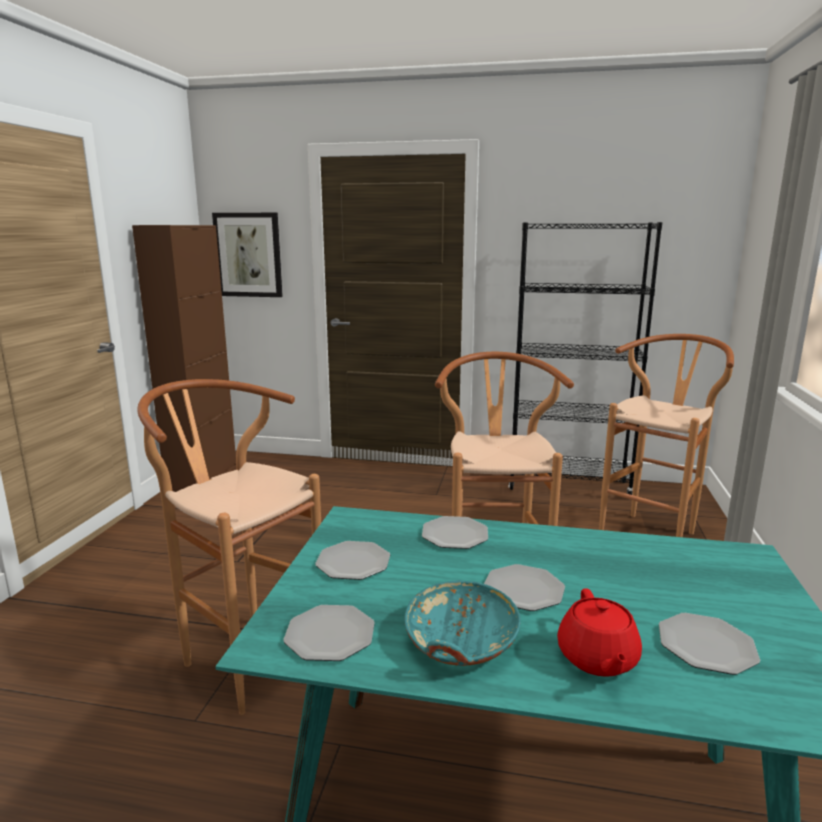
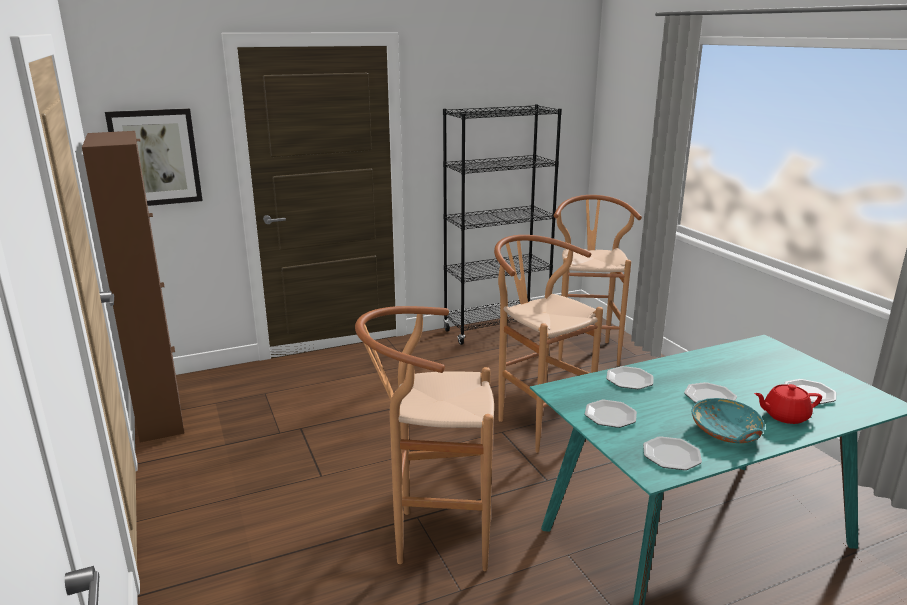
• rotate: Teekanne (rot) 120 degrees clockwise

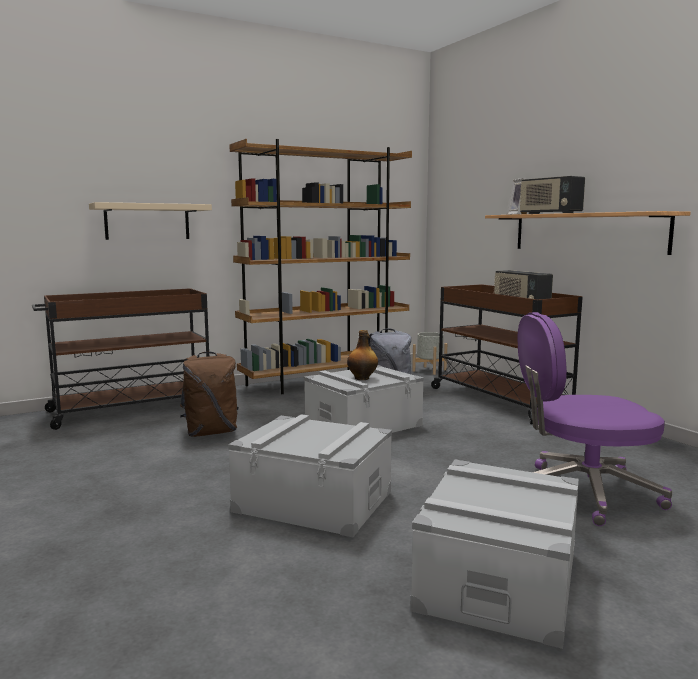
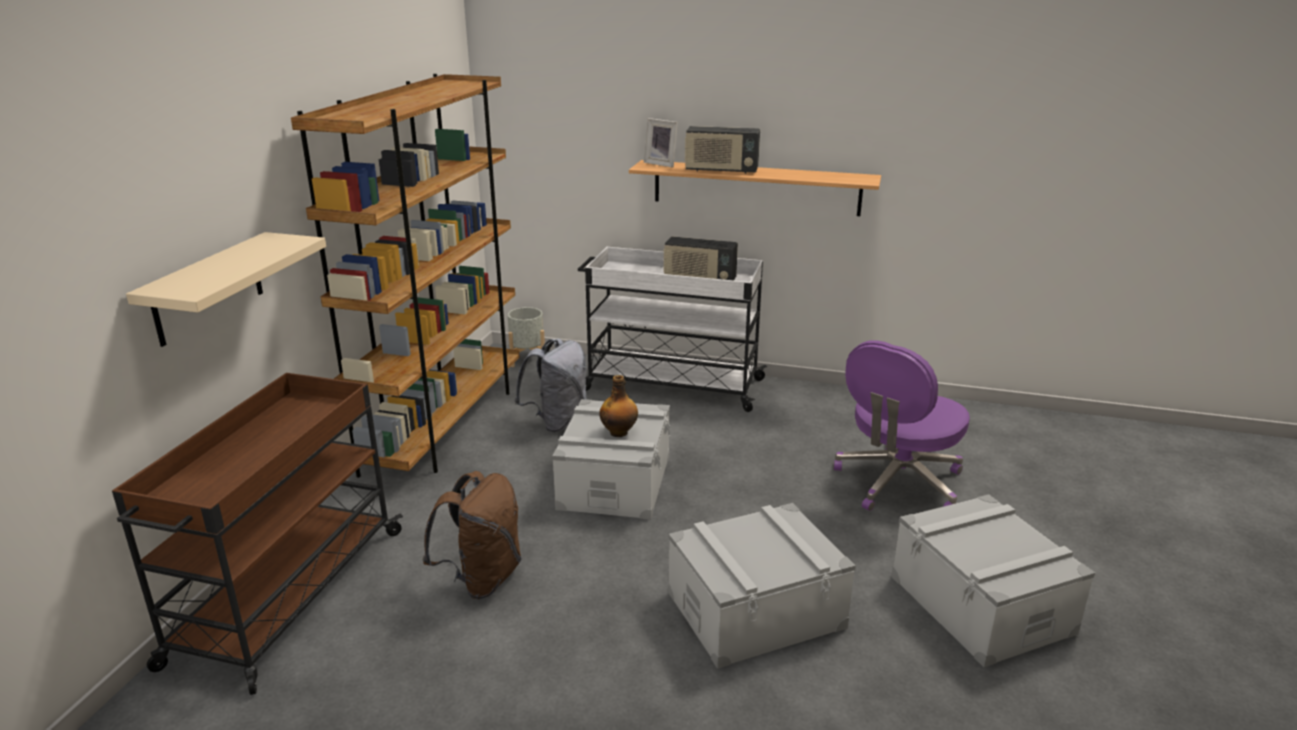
• recolor: Rollwagen (braun) (2nd from left) to Rollwagen (weiß)

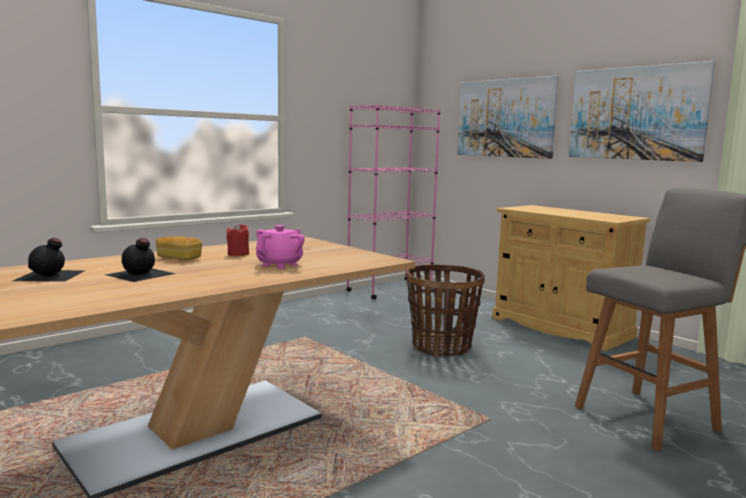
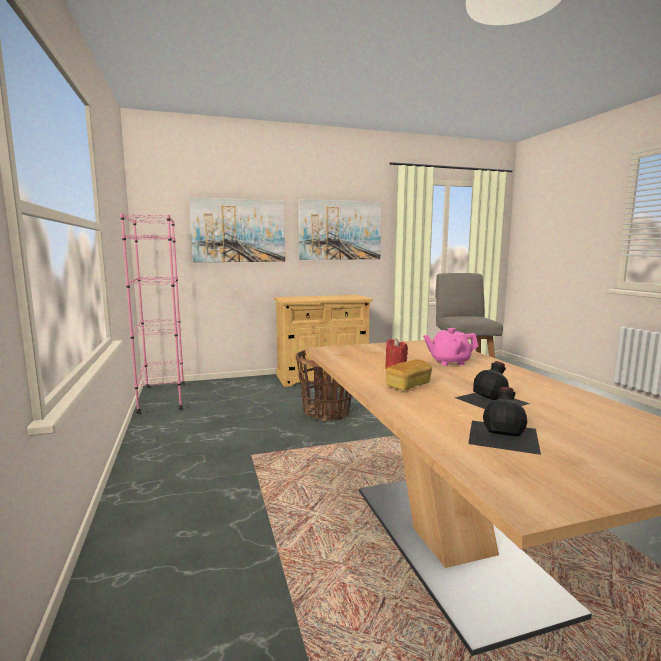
• rotate: Teekanne (rosa) 60 degrees counterclockwise

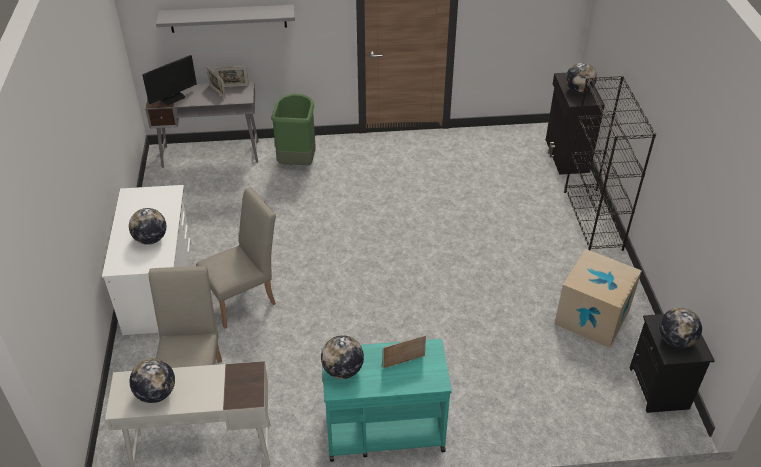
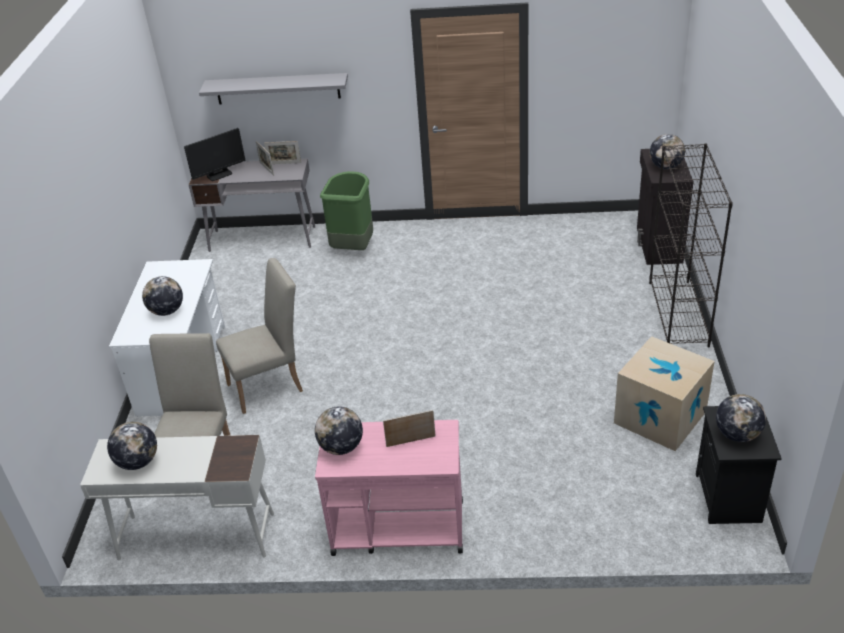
• recolor: Rollwagen (türkis) to Rollwagen (rosa)

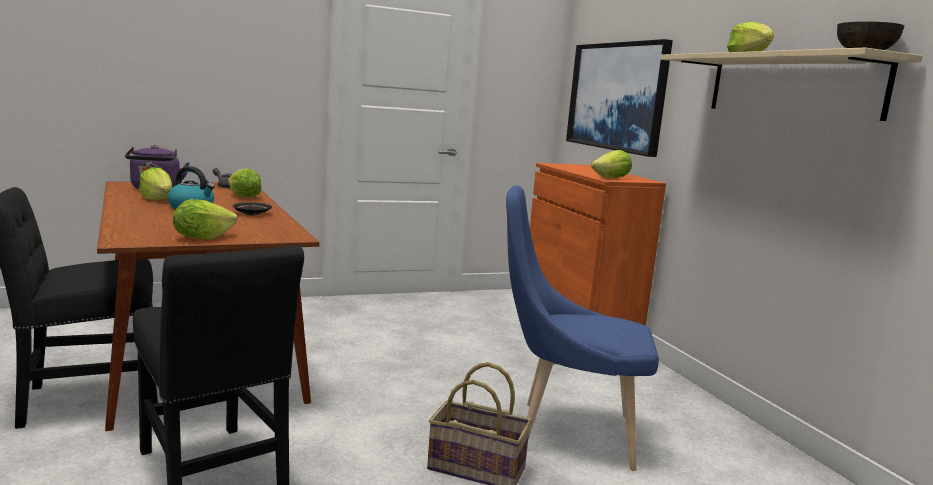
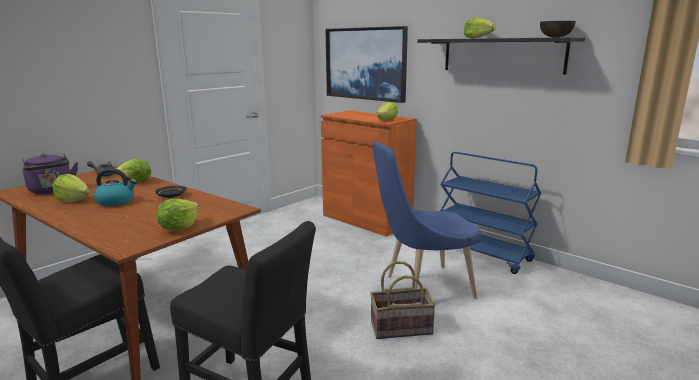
• recolor: Wandregal (beige) to Wandregal (schwarz)
• insert: Rollwagen (blau)

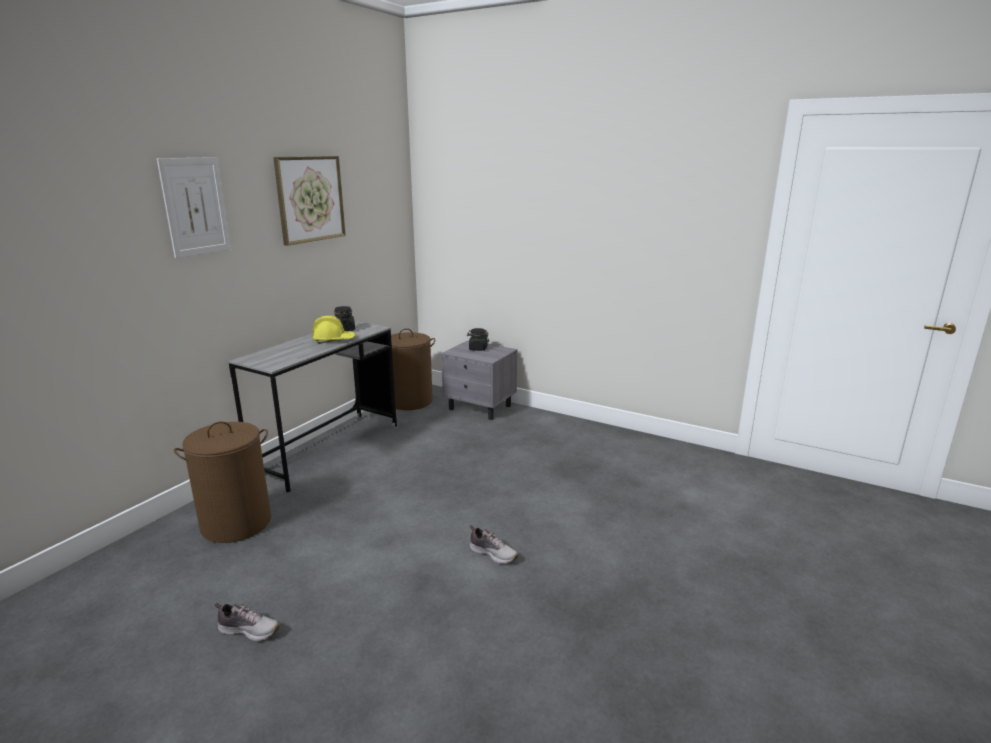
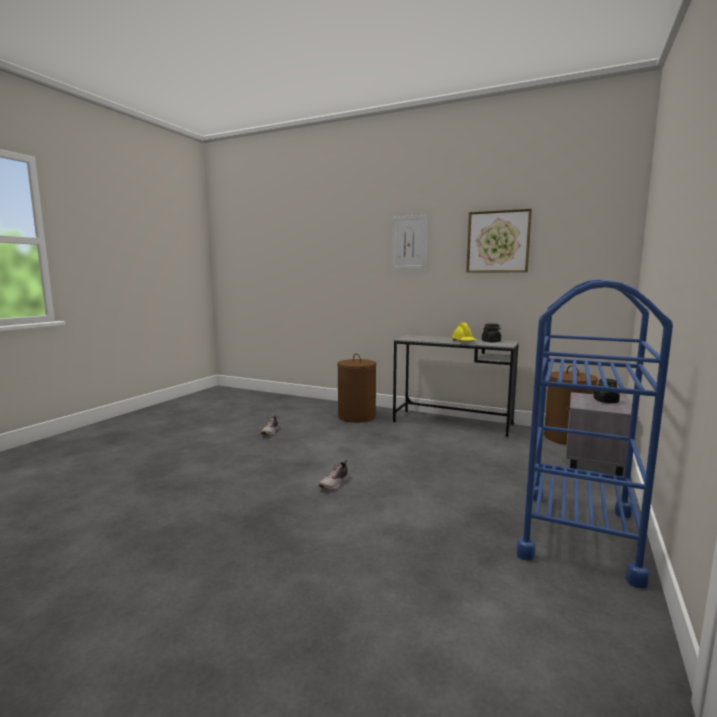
• insert: Rollwagen (blau)

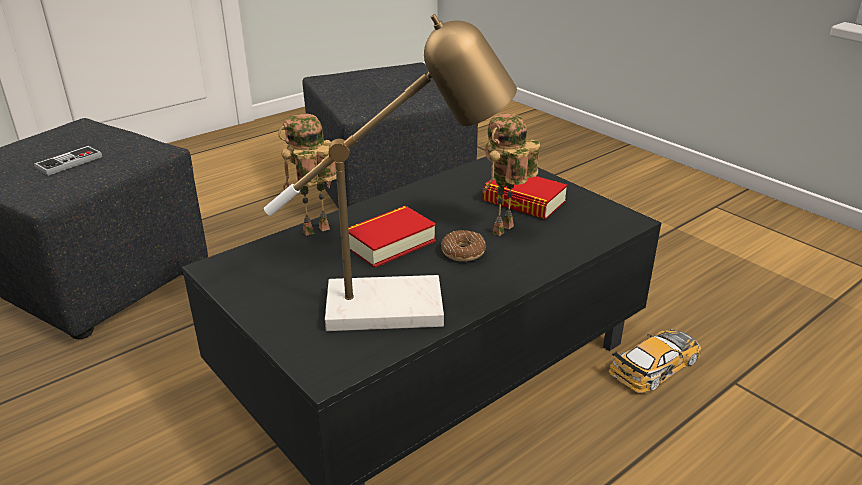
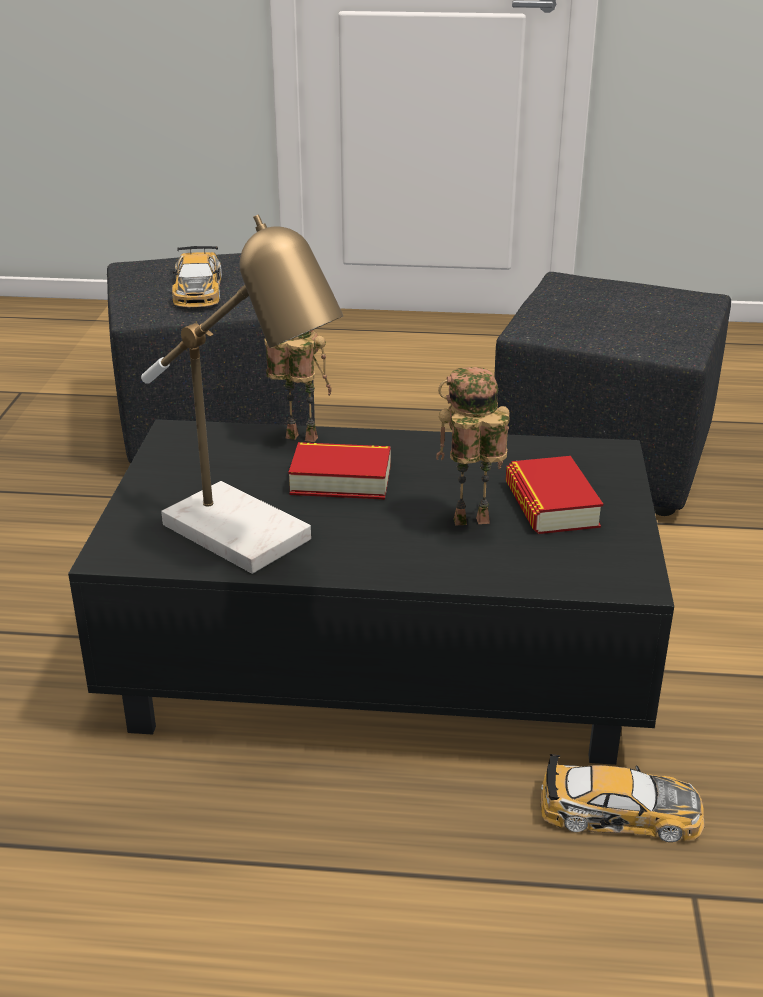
• replace: Gamepad to Spielzeugauto (1st from left)
• delete: Donut

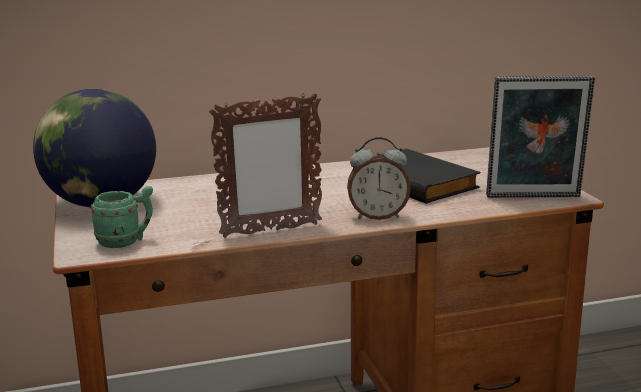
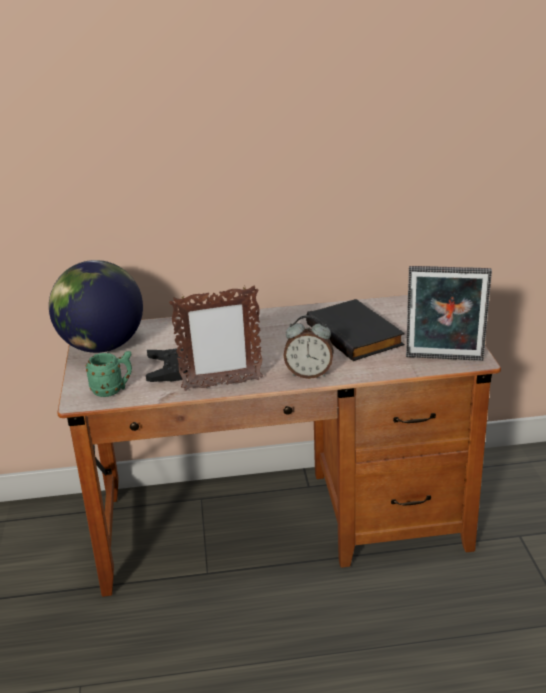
• insert: Gamepad (schwarz)

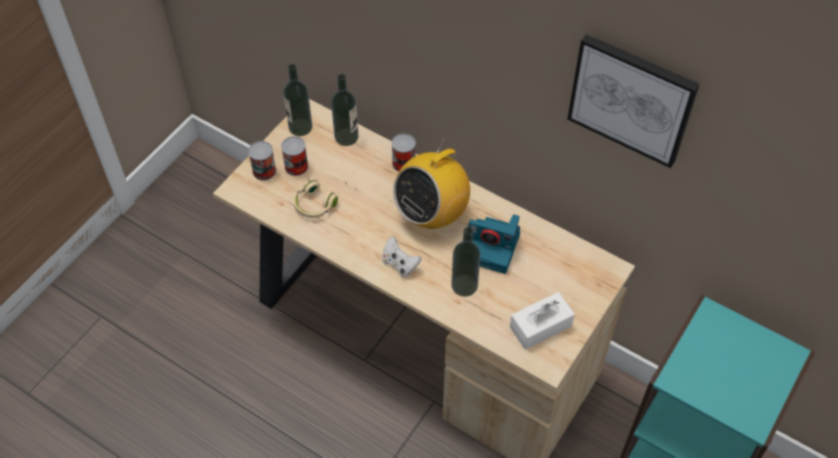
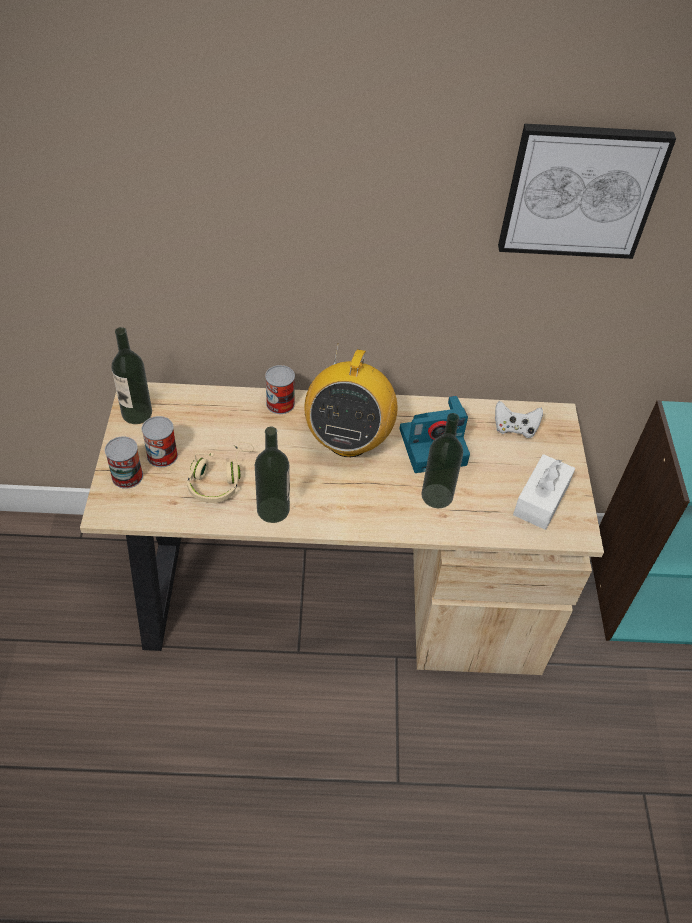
• move: Flasche (2nd from left)
• move: Gamepad (weiß)

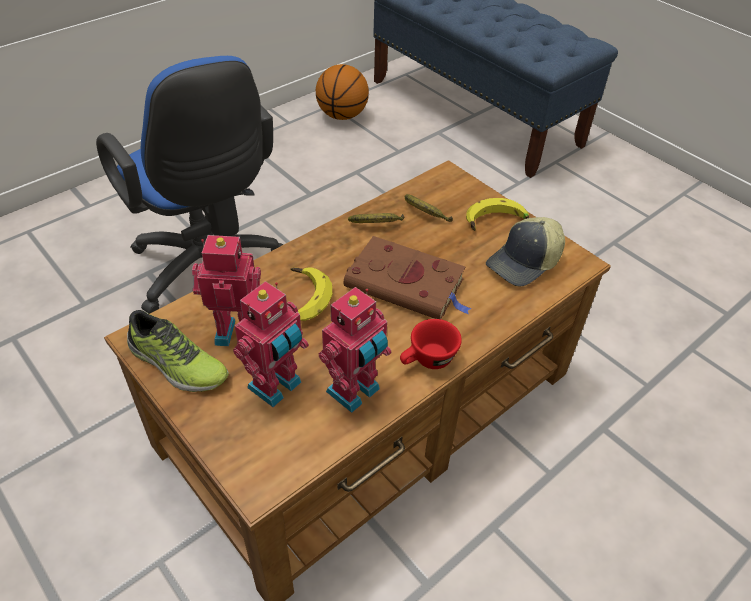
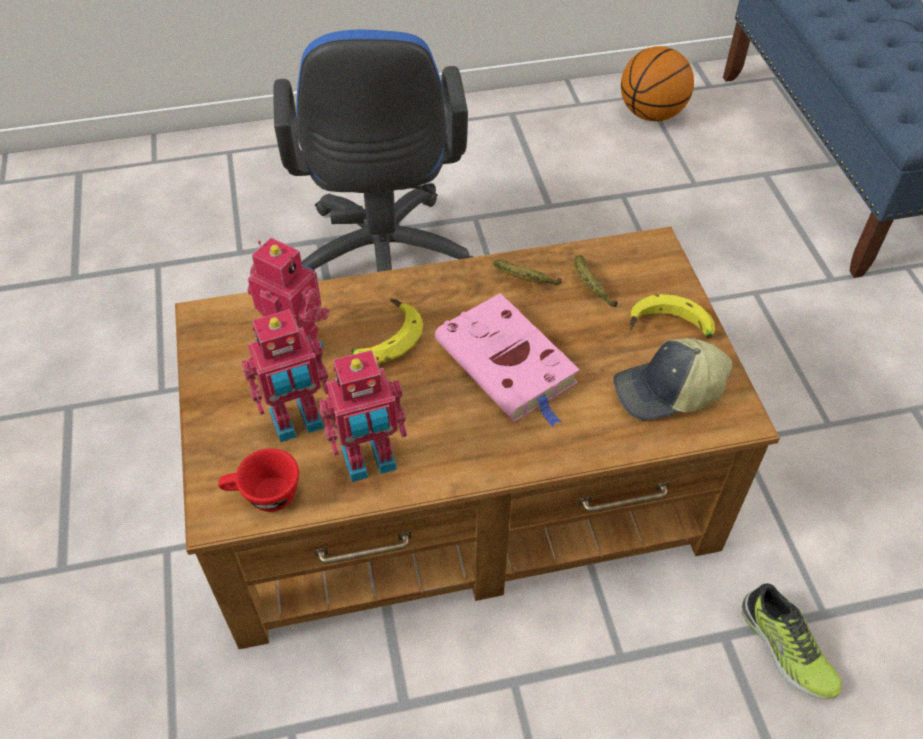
• move: Tasse (rot)
• recolor: Buch (braun) to Buch (rosa)
• move: Schuh

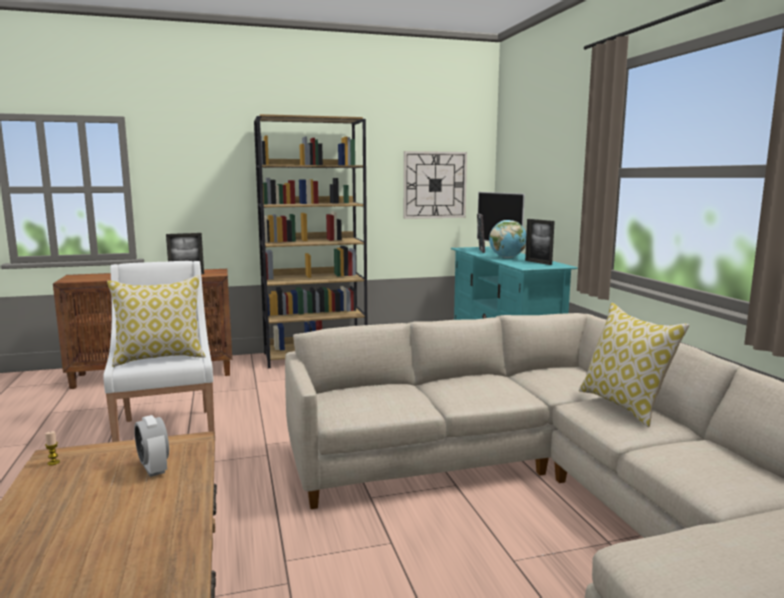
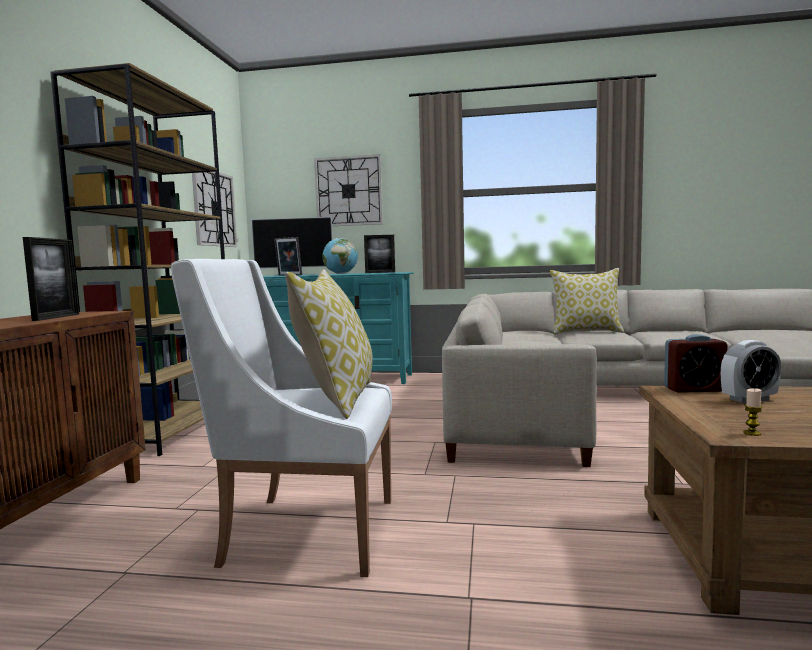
• insert: Wanduhr (2nd from left)
• insert: Wecker (1st from left)

